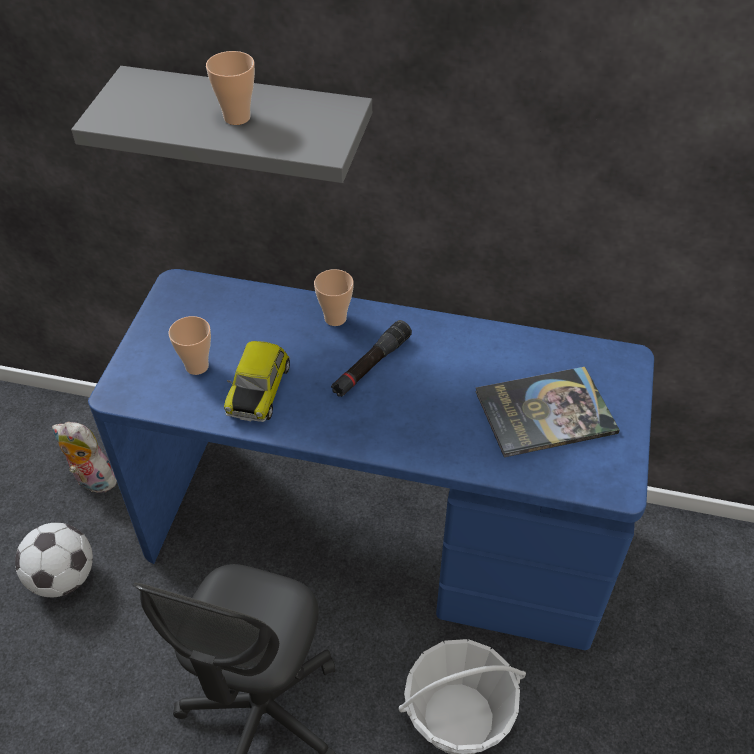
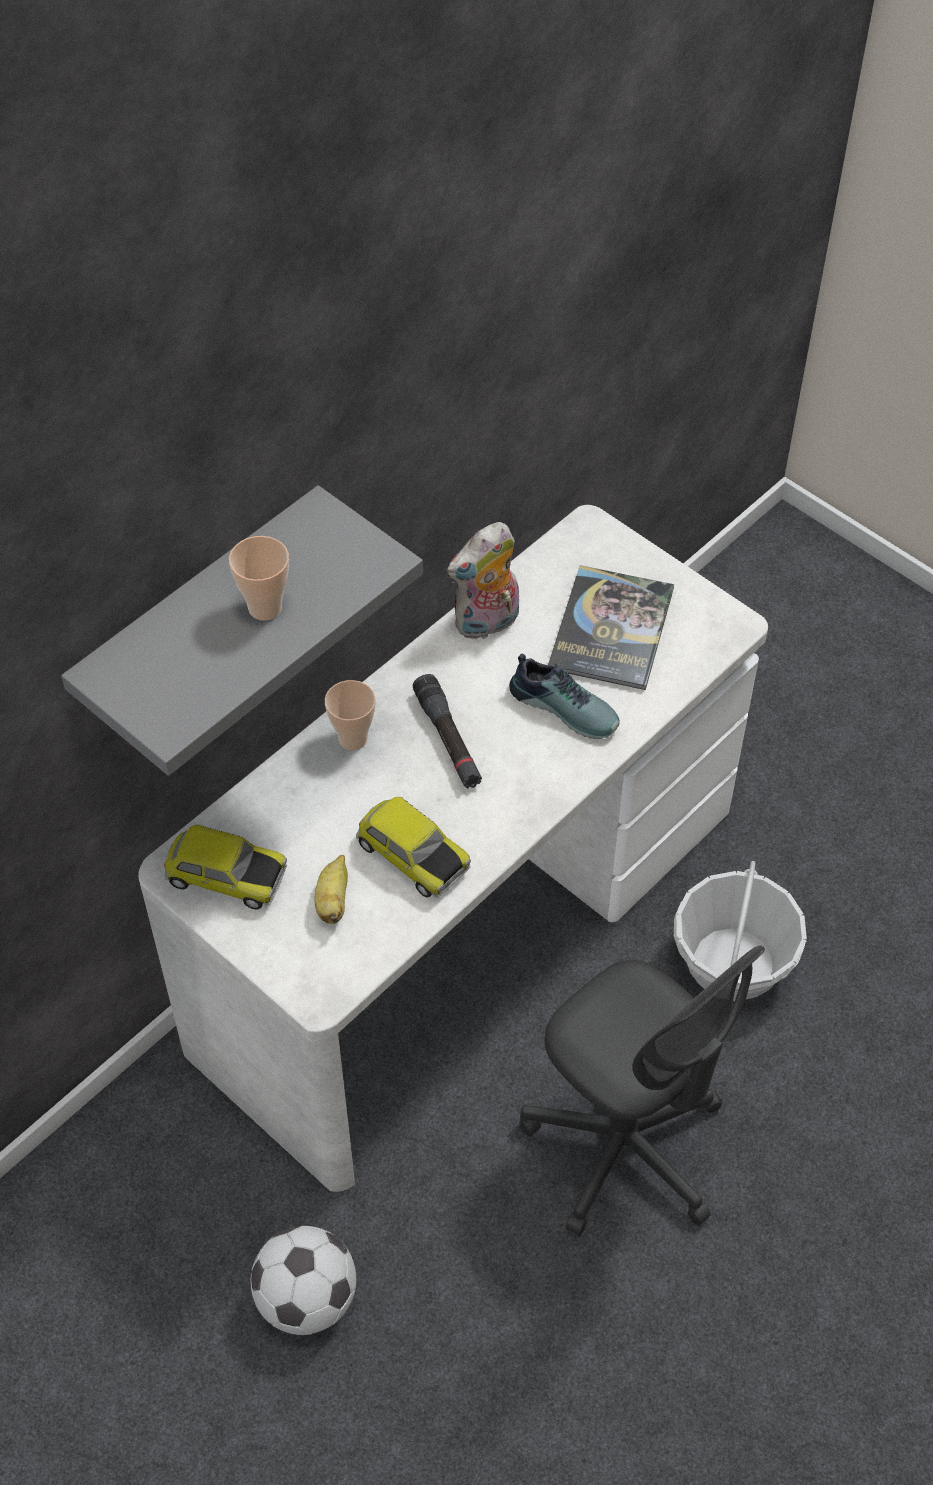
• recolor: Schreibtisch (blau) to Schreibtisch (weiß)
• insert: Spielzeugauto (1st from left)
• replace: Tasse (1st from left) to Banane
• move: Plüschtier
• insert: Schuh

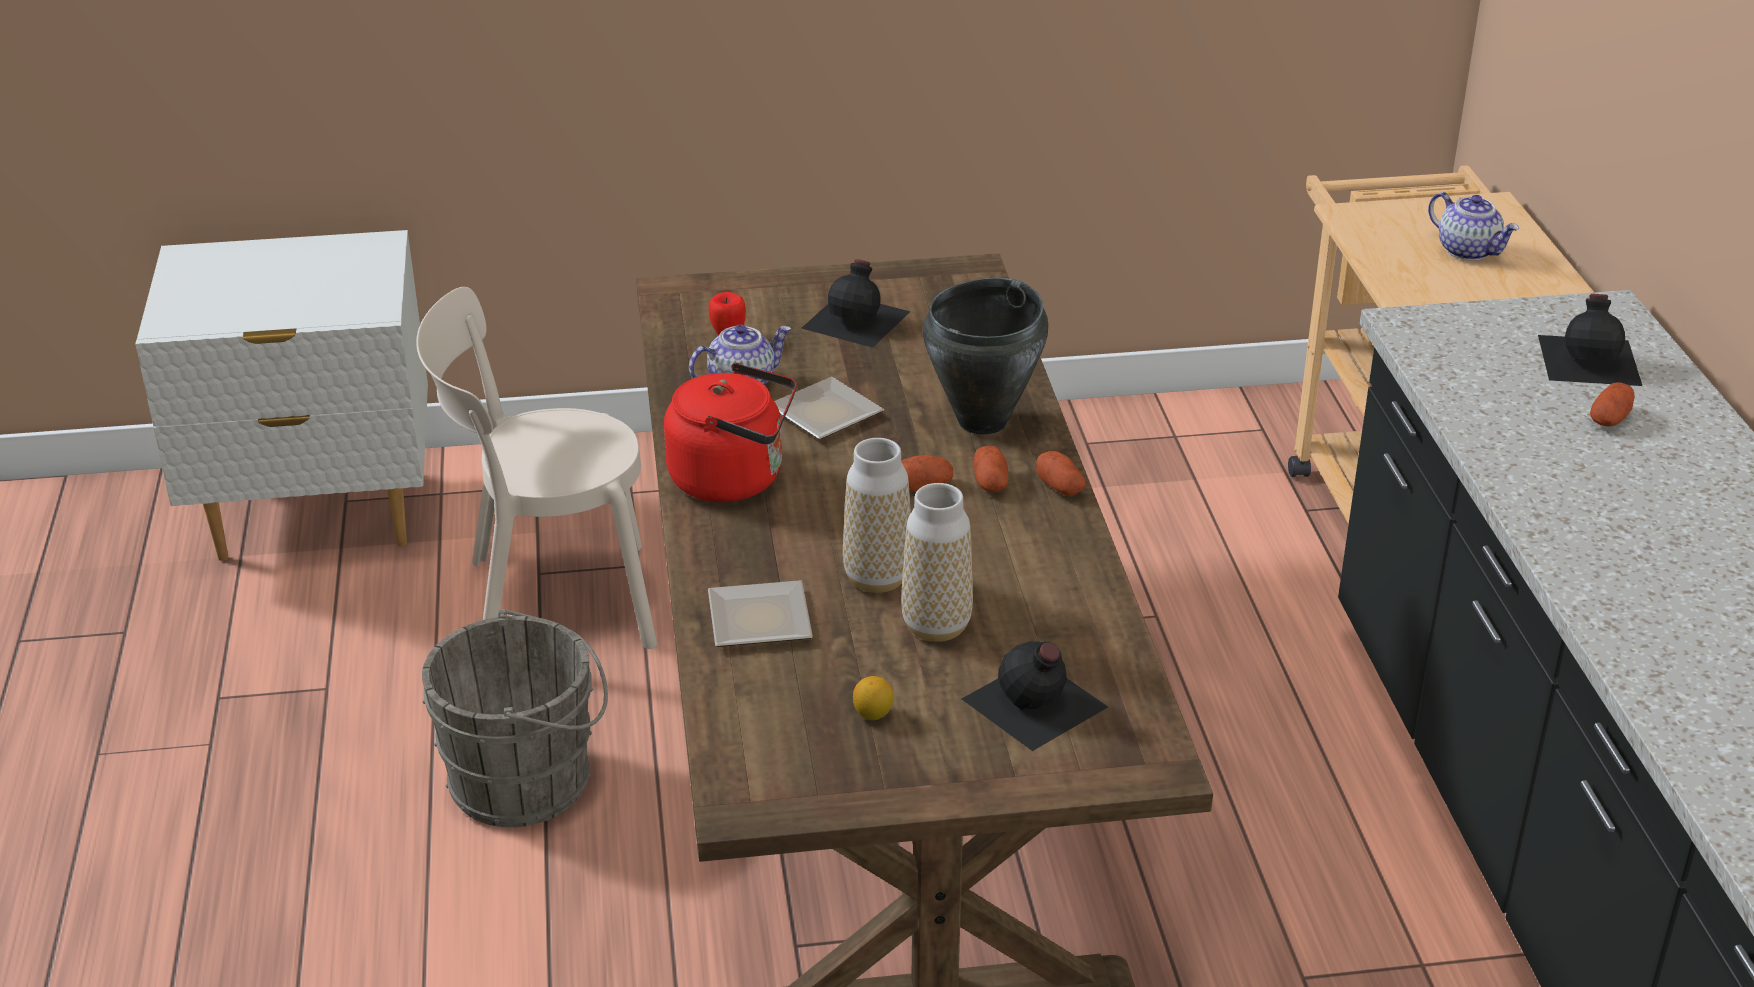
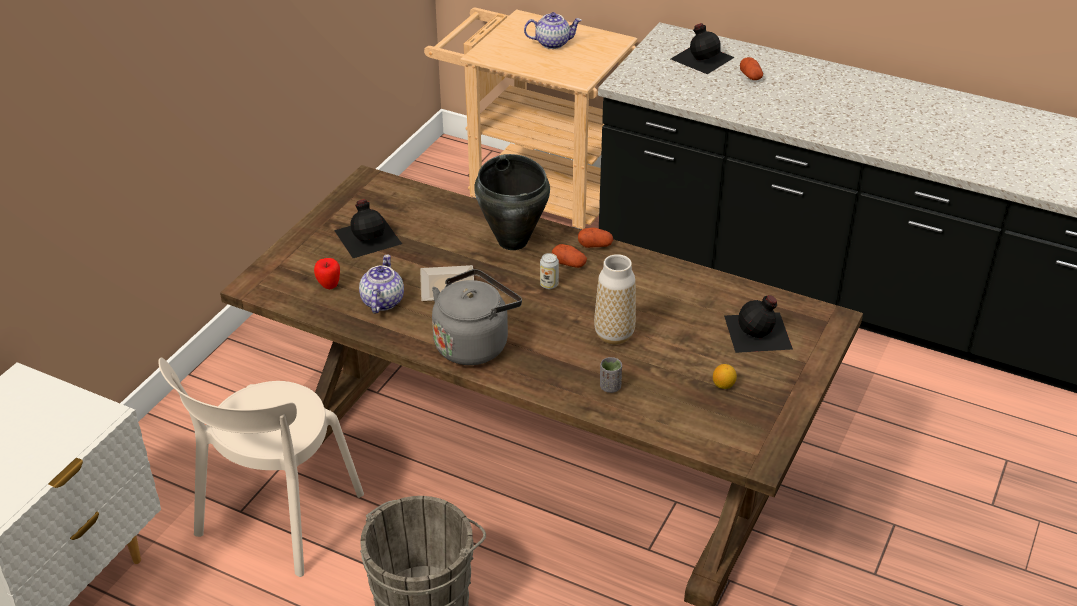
• recolor: Wasserkessel (rot) to Wasserkessel (grau)
• replace: Kartoffel (1st from left) to Dose
• replace: Teller (1st from left) to Tasse (grau)
• delete: Vase (2nd from left)

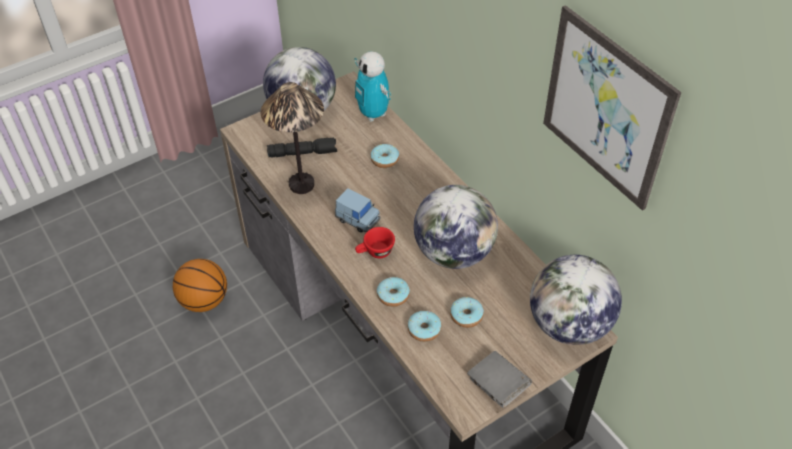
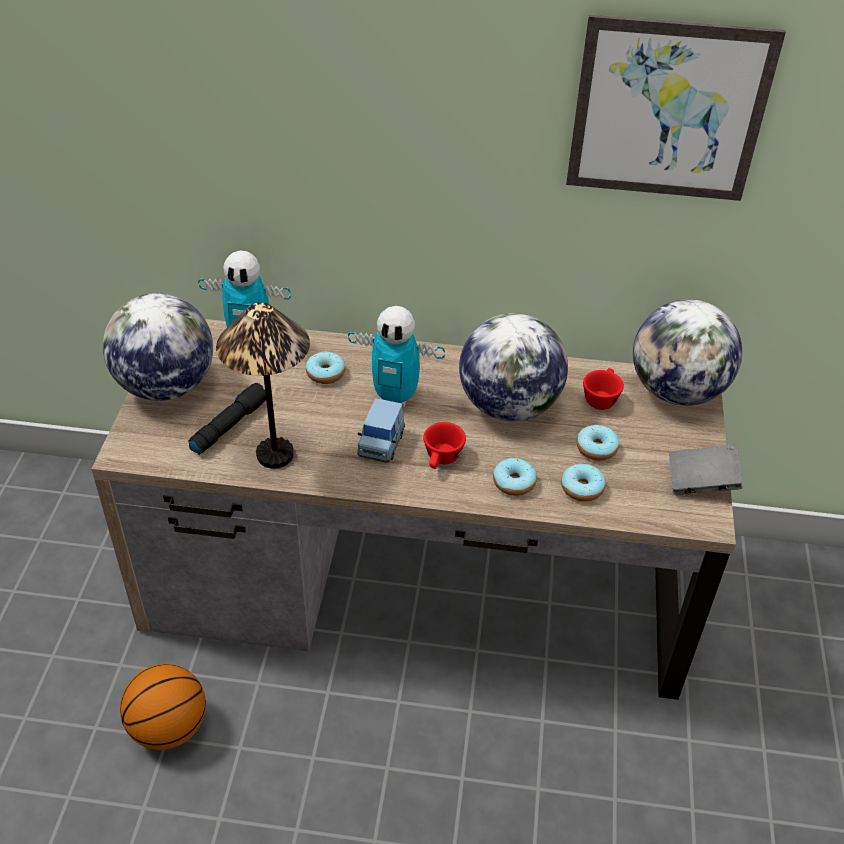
• insert: Spielzeugroboter (2nd from left)
• rotate: Spielzeugauto (blau) 120 degrees clockwise
• insert: Tasse (rot) (2nd from left)

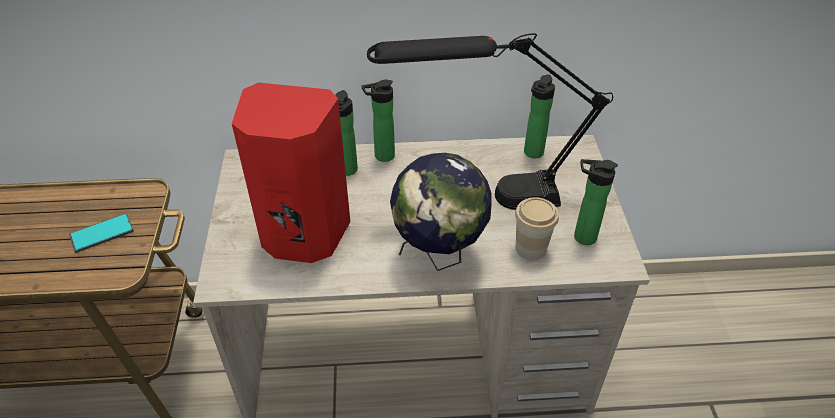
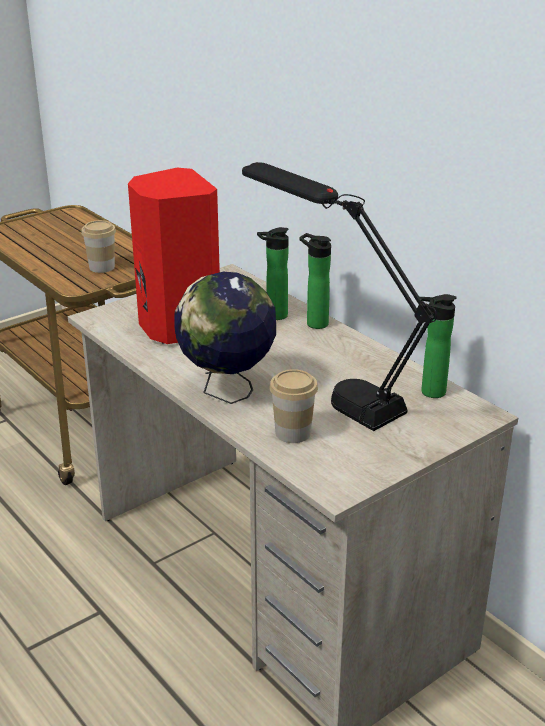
• replace: Handy to Tasse (1st from left)
• delete: Flasche (4th from left)

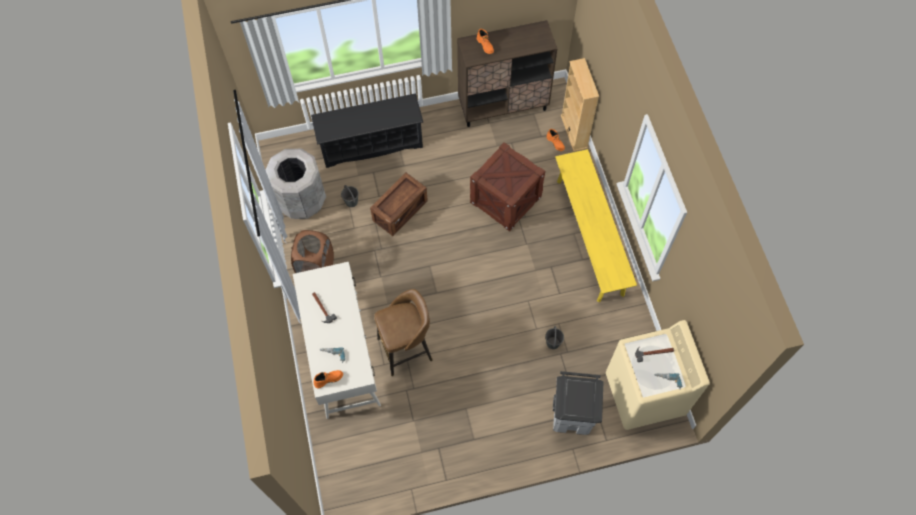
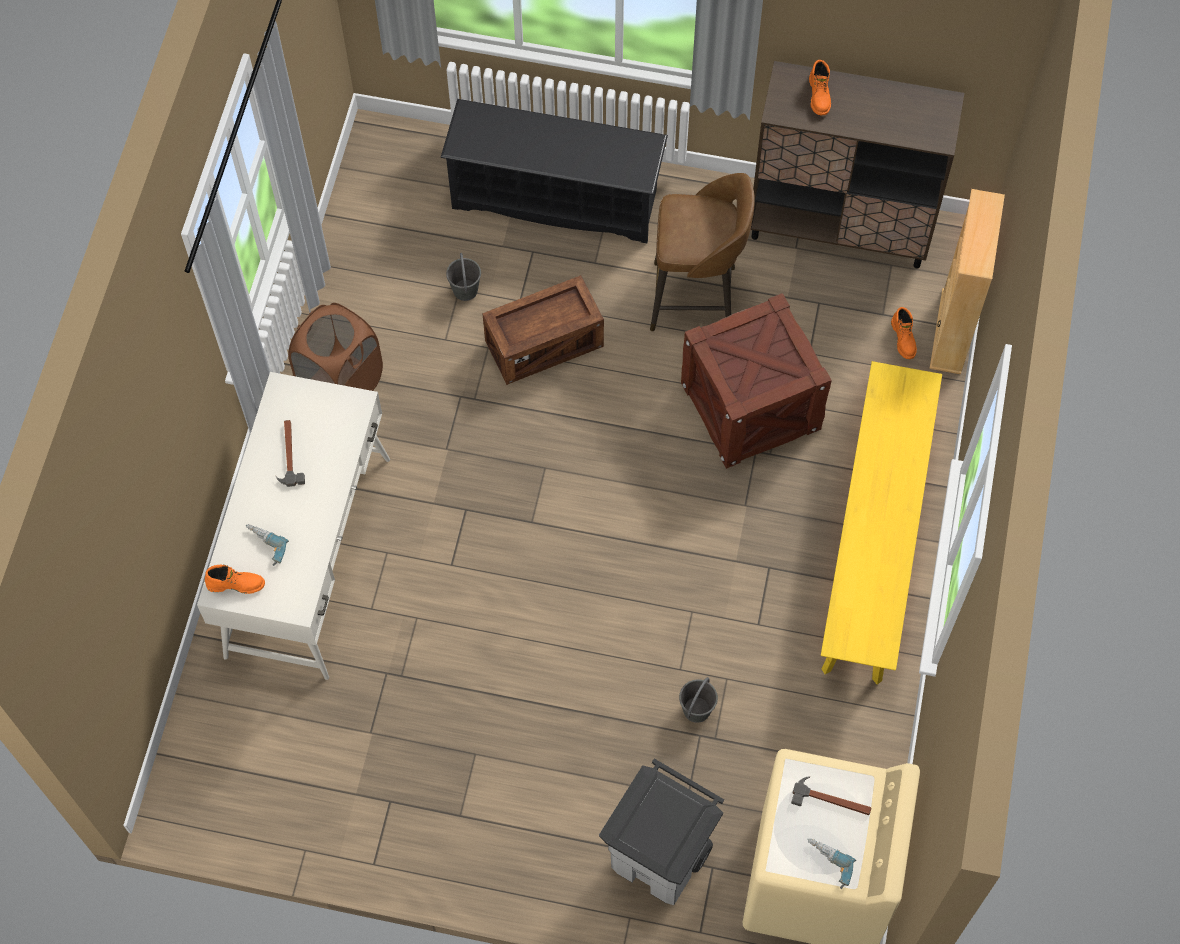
• move: Hocker (braun)
• delete: Mülleimer (grau) (1st from left)

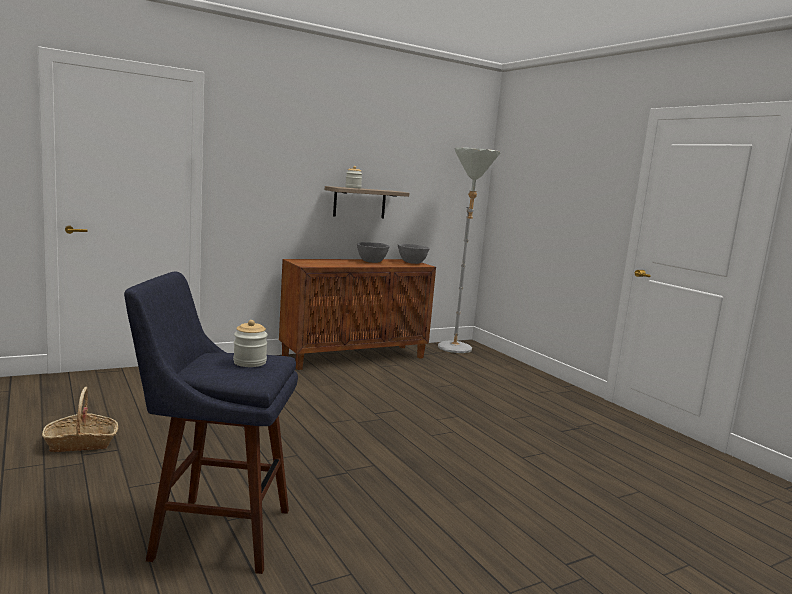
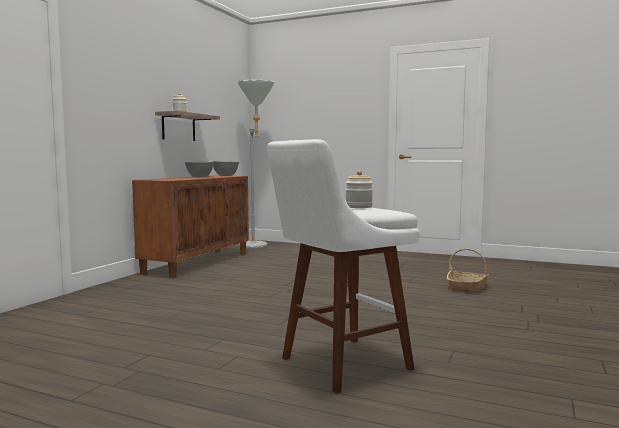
• recolor: Hocker (blau) to Hocker (weiß)
• move: Korb

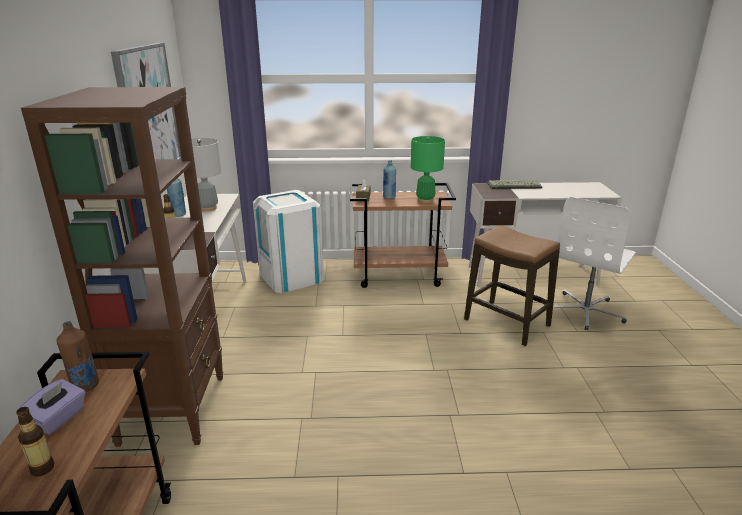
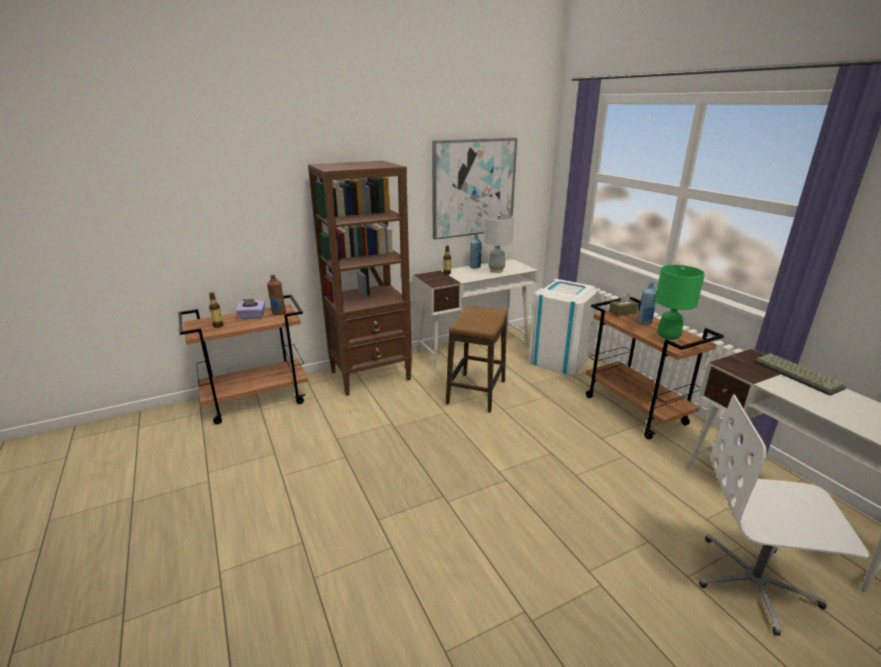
• move: Hocker

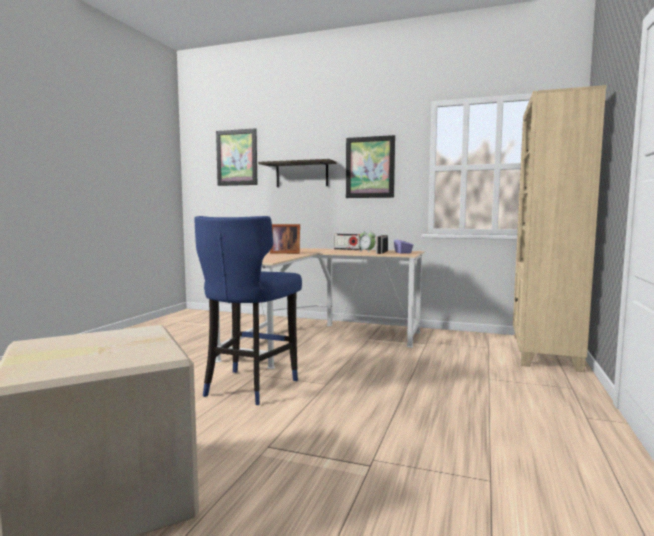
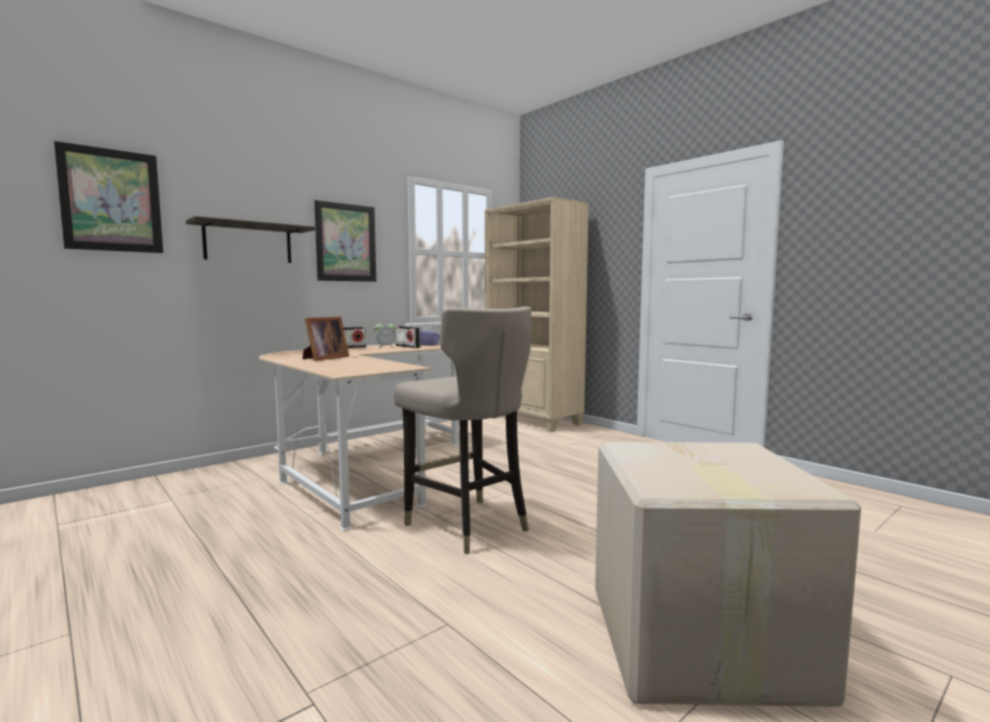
• recolor: Hocker (blau) to Hocker (beige)

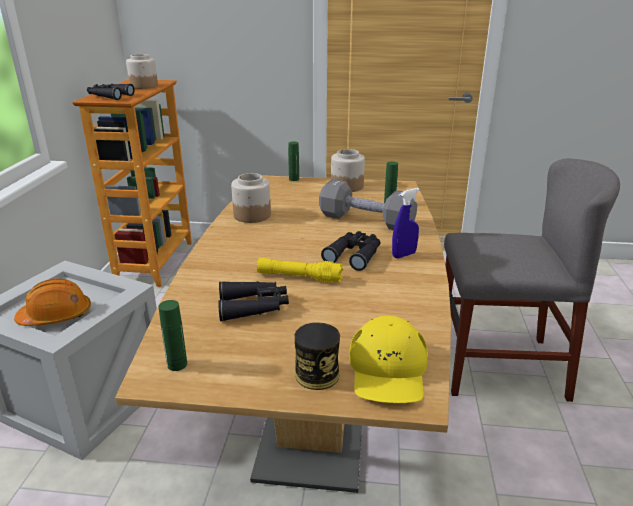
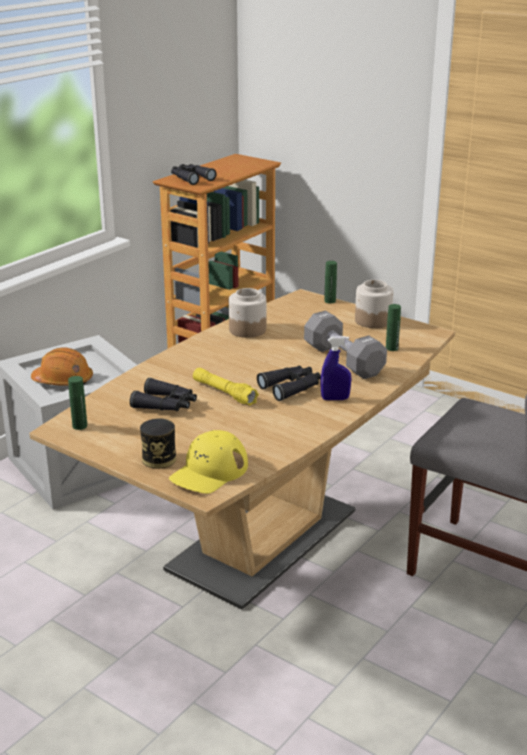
• delete: Vorratsglas (1st from left)

